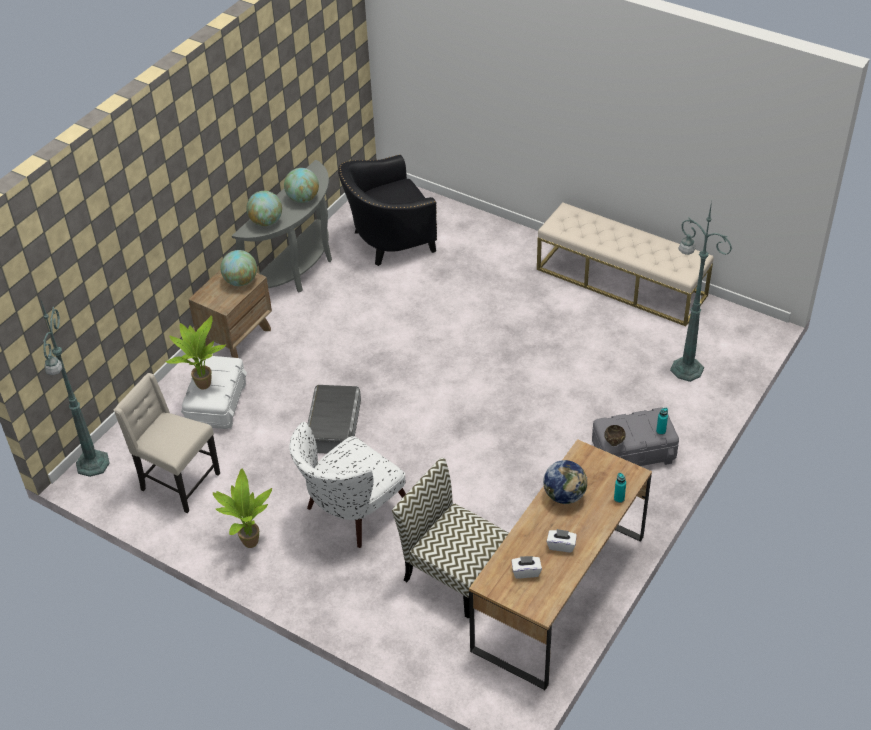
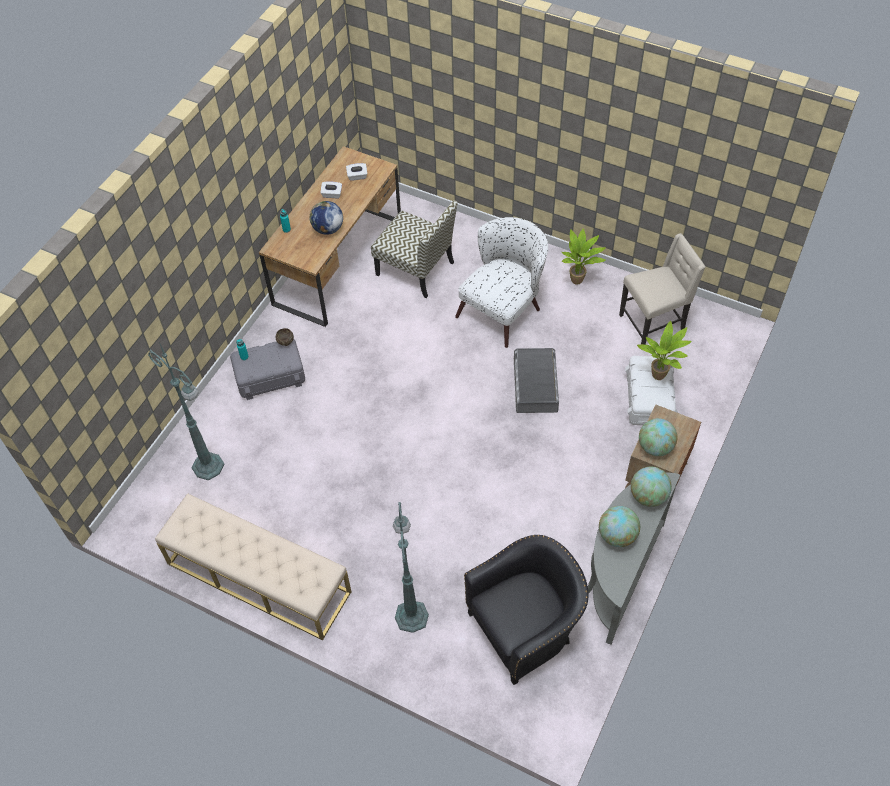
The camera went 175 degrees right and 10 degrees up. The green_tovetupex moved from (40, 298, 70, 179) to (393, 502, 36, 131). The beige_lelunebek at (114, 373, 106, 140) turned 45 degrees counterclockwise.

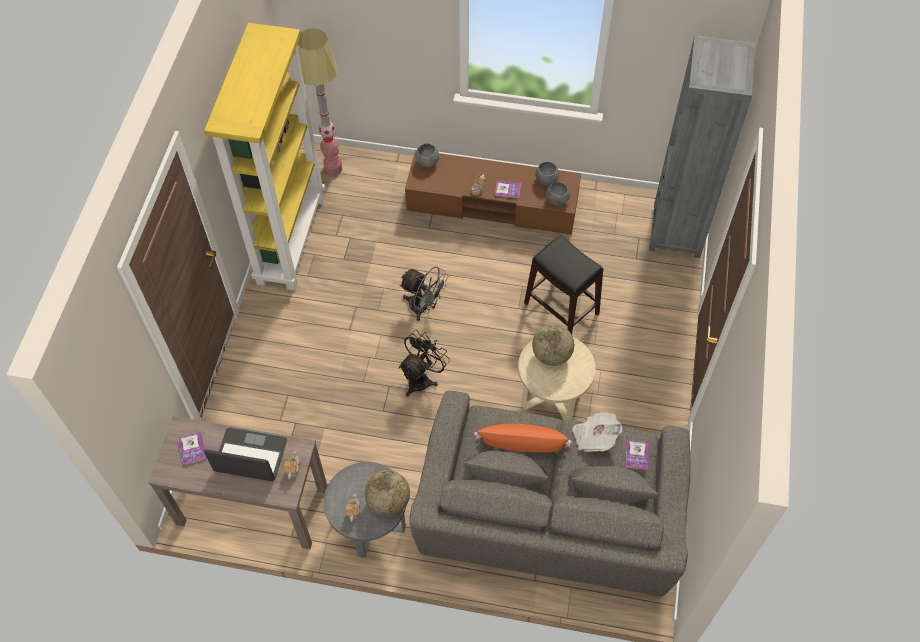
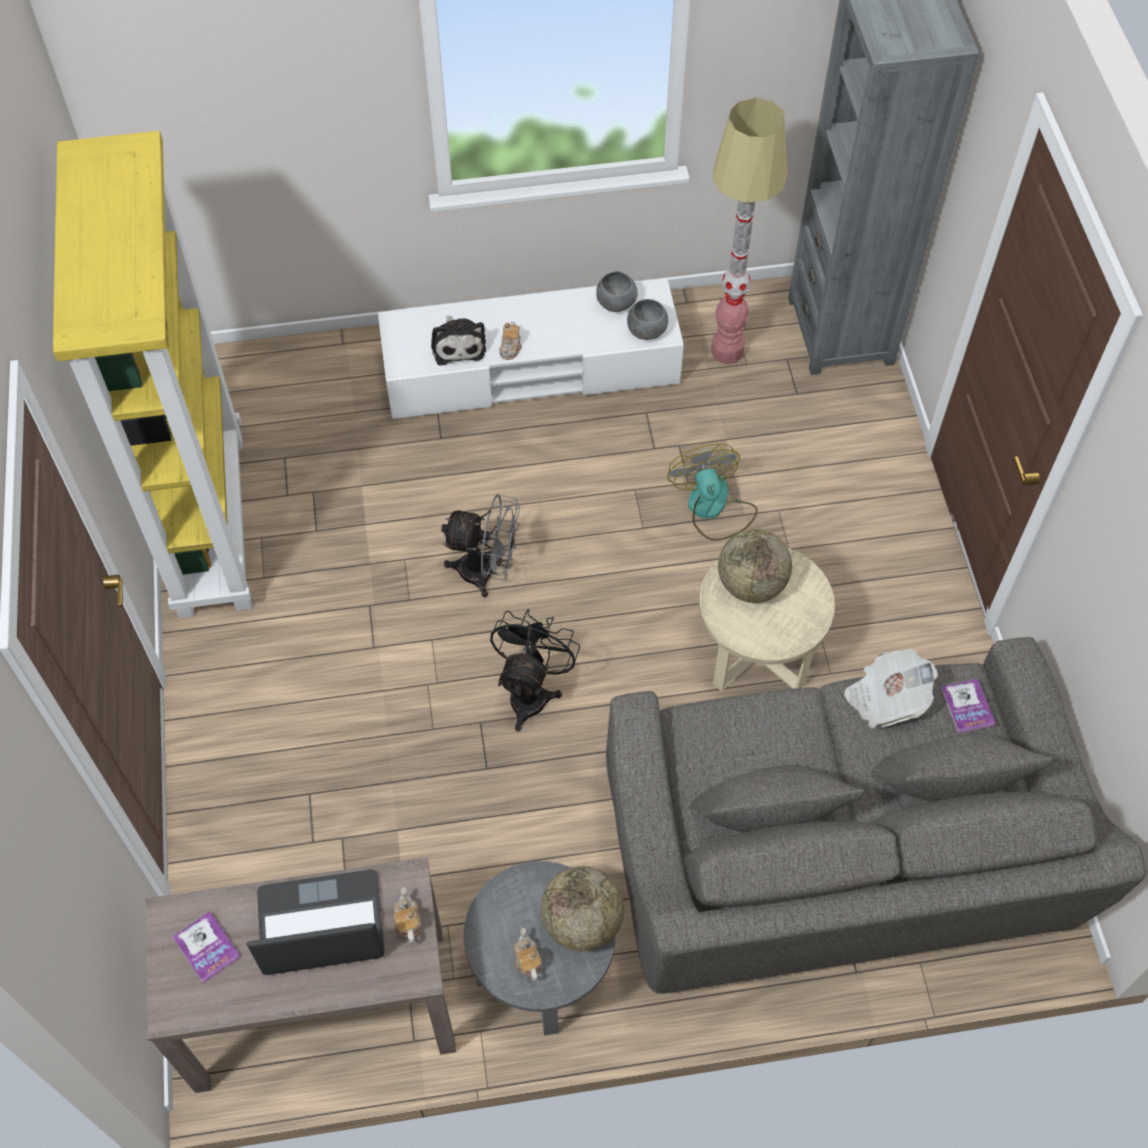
The camera went 20 degrees left and 0 degrees up. The tovetupex moved from (297, 29, 45, 147) to (711, 98, 77, 266). The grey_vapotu at (415, 143, 24, 24) disappeared. The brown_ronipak at (405, 150, 176, 85) became the white_ronipak at (378, 278, 306, 141). The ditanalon at (495, 180, 26, 18) disappeared. The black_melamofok at (524, 235, 79, 99) was replaced by the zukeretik at (667, 444, 91, 97). The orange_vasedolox at (474, 424, 98, 29) disappeared. The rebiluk at (431, 316, 55, 49) appeared.

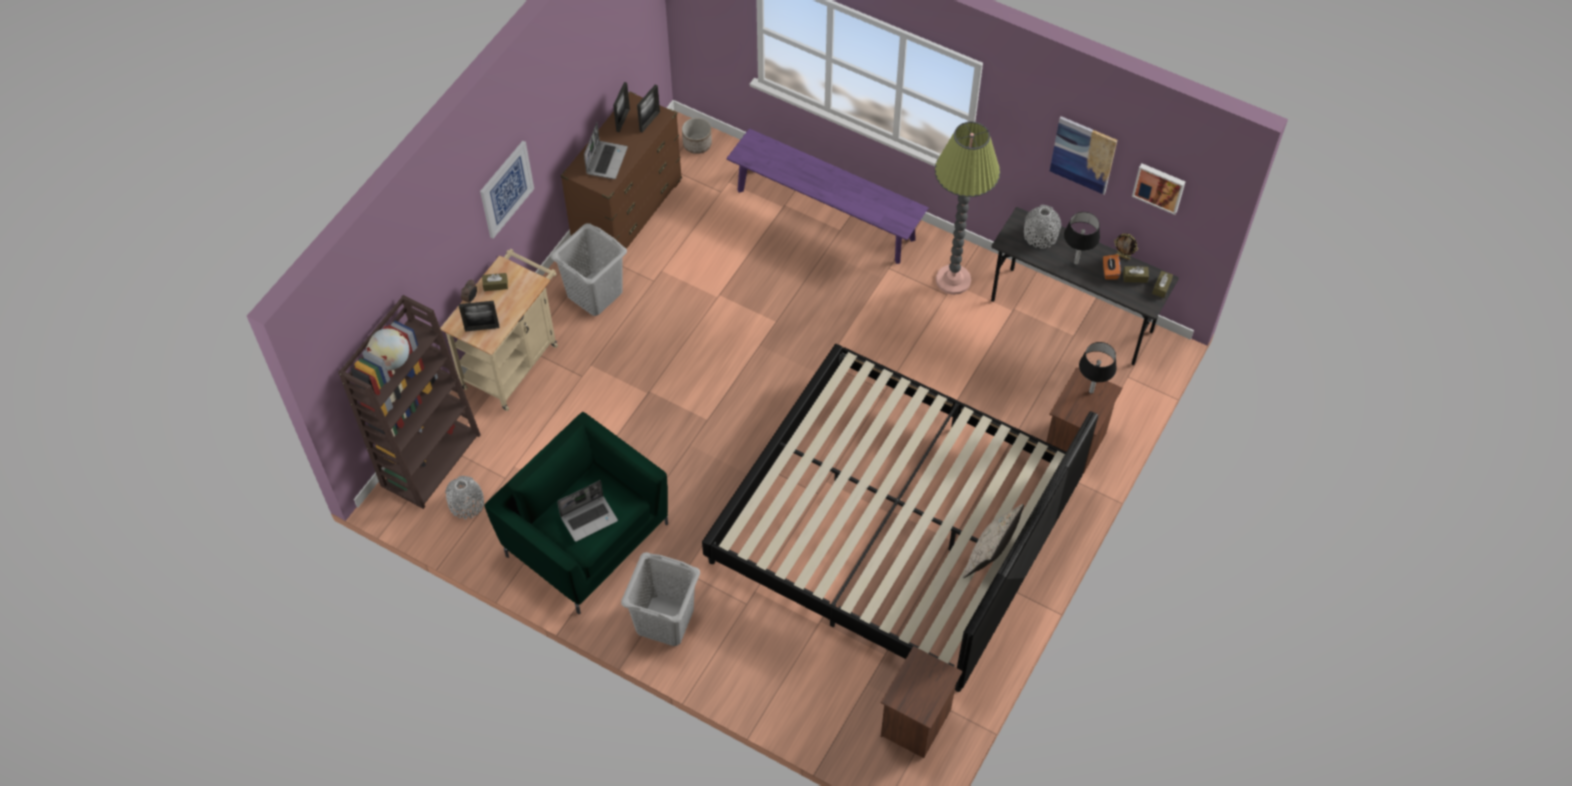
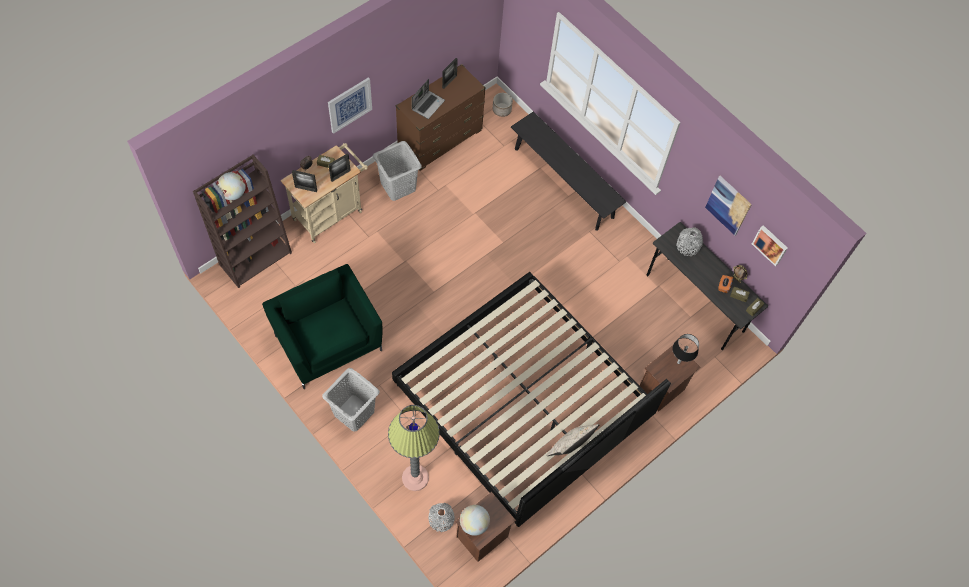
The camera went 15 degrees right and 5 degrees up. The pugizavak moved from (637, 84, 23, 49) to (328, 153, 23, 29). The tovetupex moved from (935, 122, 65, 173) to (388, 405, 52, 86). The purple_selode at (726, 128, 203, 136) became the black_selode at (511, 111, 115, 120). The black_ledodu at (1064, 212, 36, 53) disappeared. The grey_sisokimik moved from (445, 476, 39, 43) to (429, 503, 26, 29). The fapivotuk at (557, 480, 61, 62) disappeared. The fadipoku at (460, 505, 30, 31) appeared.

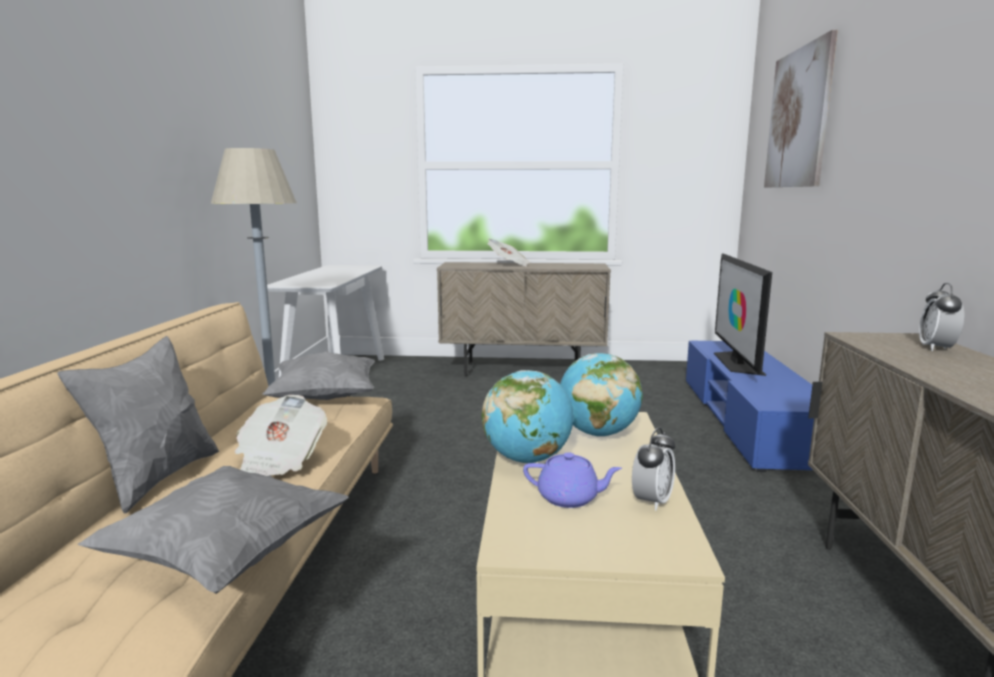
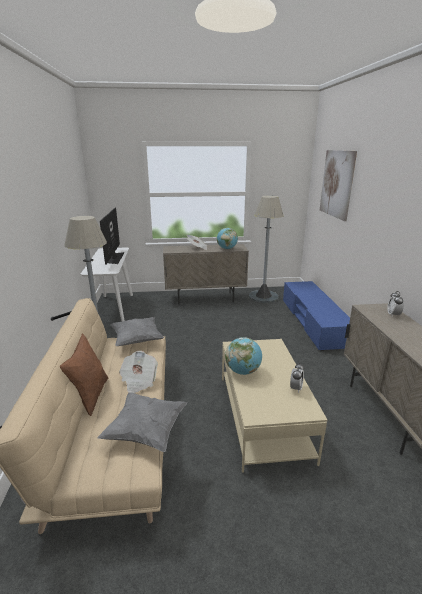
The camera went 10 degrees left and 10 degrees up. The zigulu moved from (714, 253, 58, 123) to (100, 207, 24, 58). The grey_vasedolox at (58, 336, 161, 177) became the brown_vasedolox at (60, 333, 49, 83). The fadipoku moved from (560, 353, 83, 84) to (217, 228, 21, 21). The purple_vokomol at (523, 452, 99, 56) disappeared. The grey_tovetupex at (249, 196, 34, 107) appeared.

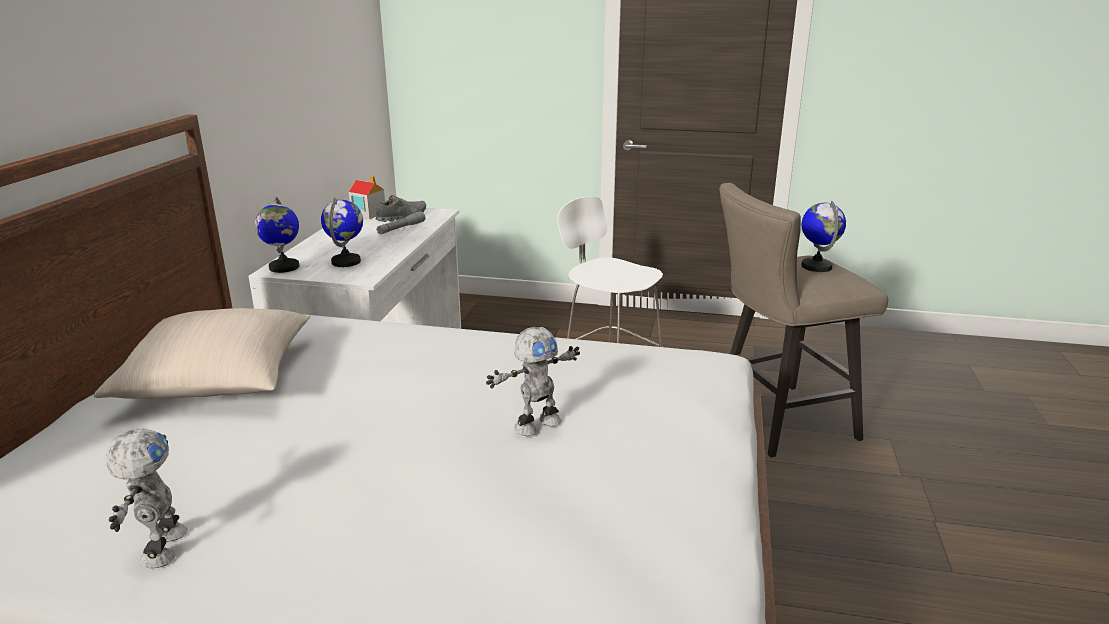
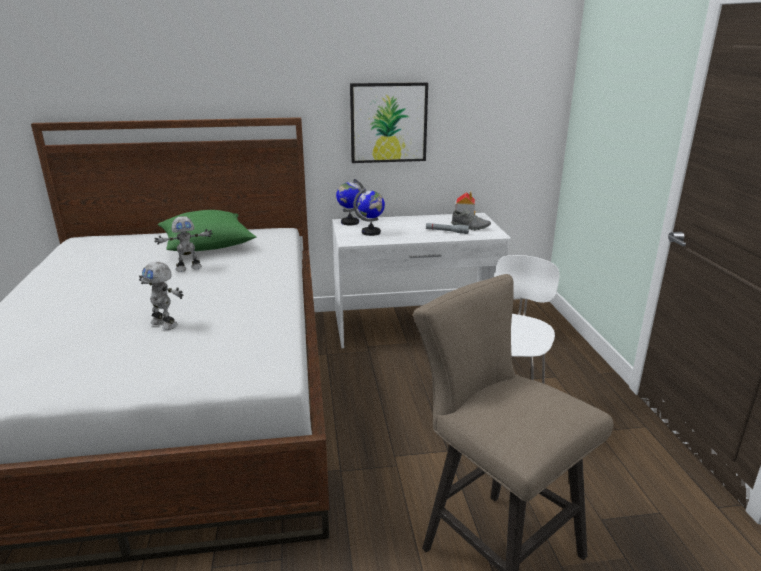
The camera went 70 degrees right and 0 degrees up. The fadipoku at (801, 201, 45, 71) disappeared. The beige_vasedolox at (94, 308, 217, 91) became the green_vasedolox at (158, 210, 98, 41). The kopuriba moved from (106, 428, 82, 140) to (154, 216, 59, 56). The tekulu at (350, 82, 78, 81) appeared.

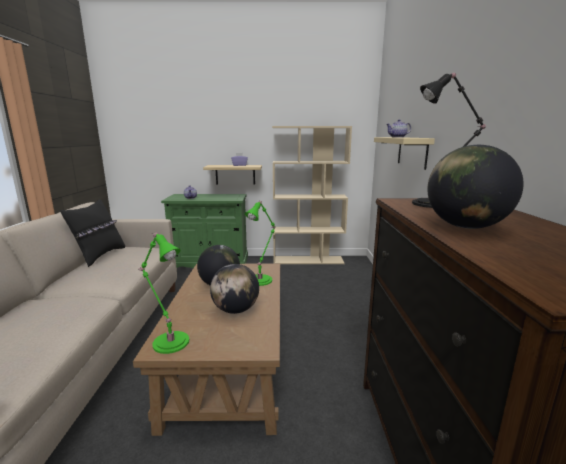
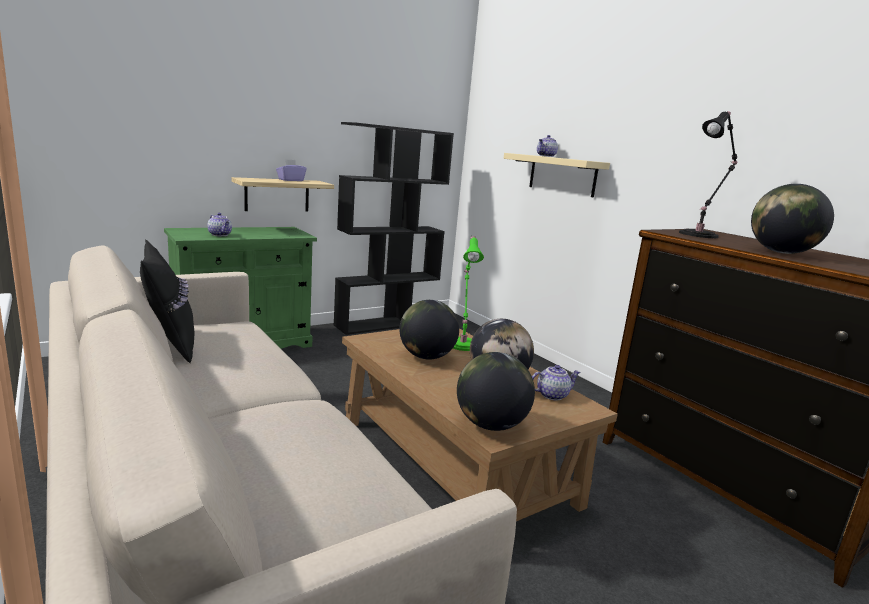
The camera went 35 degrees left and 0 degrees up. The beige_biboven at (272, 126, 80, 138) became the black_biboven at (334, 122, 120, 213). The green_ledodu at (139, 233, 50, 121) was replaced by the fadipoku at (457, 352, 78, 79). The vokomol at (532, 365, 49, 36) appeared.

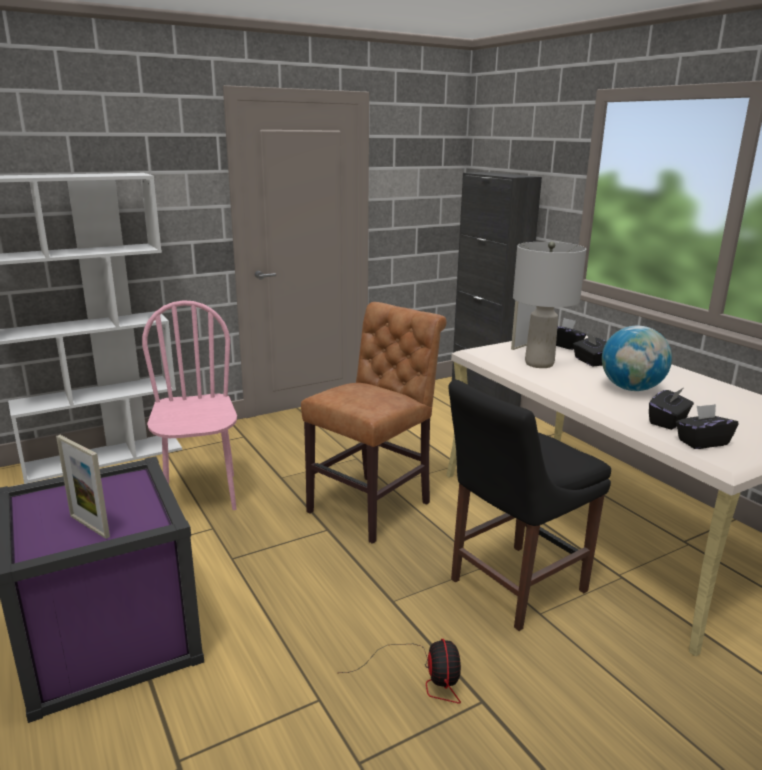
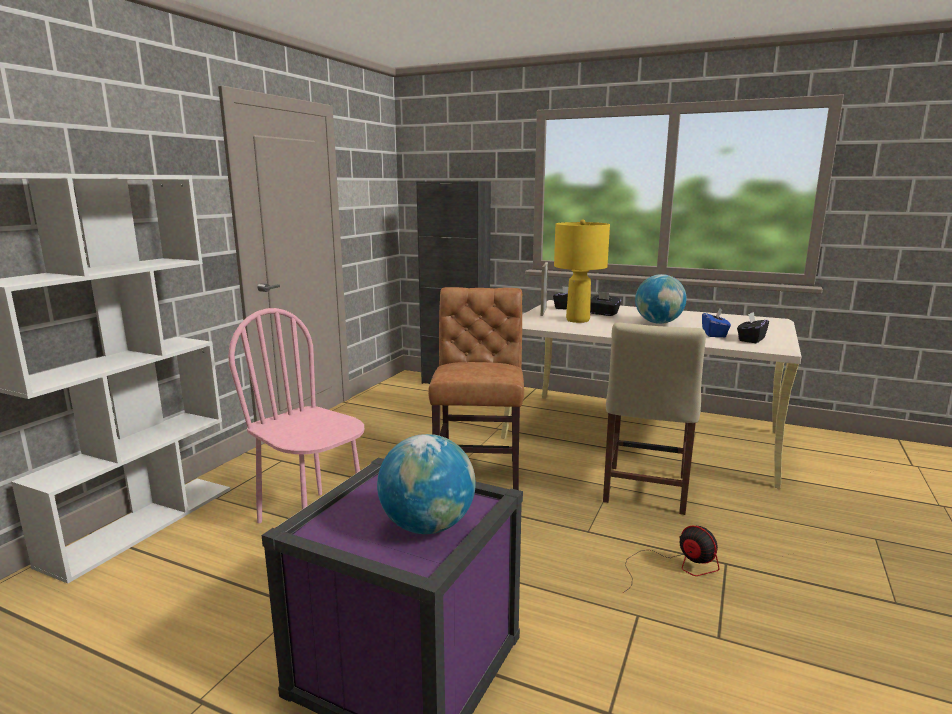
The camera went 35 degrees left and 5 degrees down. The grey_ledodu at (513, 241, 73, 127) became the yellow_ledodu at (554, 219, 56, 104). The black_lelunebek at (448, 380, 163, 251) became the beige_lelunebek at (603, 323, 103, 192). The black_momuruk at (649, 388, 45, 42) became the blue_momuruk at (702, 308, 29, 29). The pugizavak at (56, 435, 54, 104) was replaced by the fadipoku at (377, 434, 99, 100).

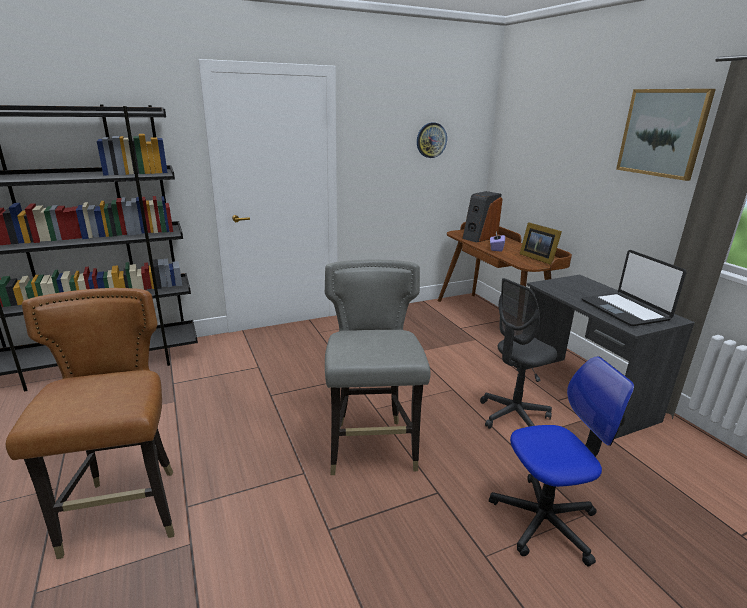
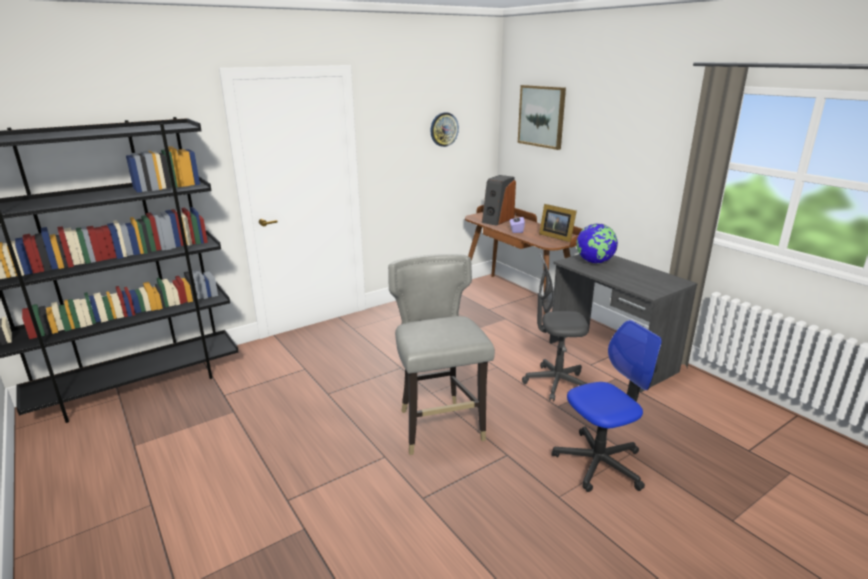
The camera went 10 degrees left and 0 degrees up. The tekulu moved from (616, 89, 100, 92) to (518, 85, 48, 65). The fapivotuk at (582, 250, 105, 76) disappeared. The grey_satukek at (480, 278, 77, 151) turned 45 degrees clockwise. The brown_lelunebek at (6, 288, 169, 271) disappeared. The fadipoku at (576, 224, 42, 39) appeared.

